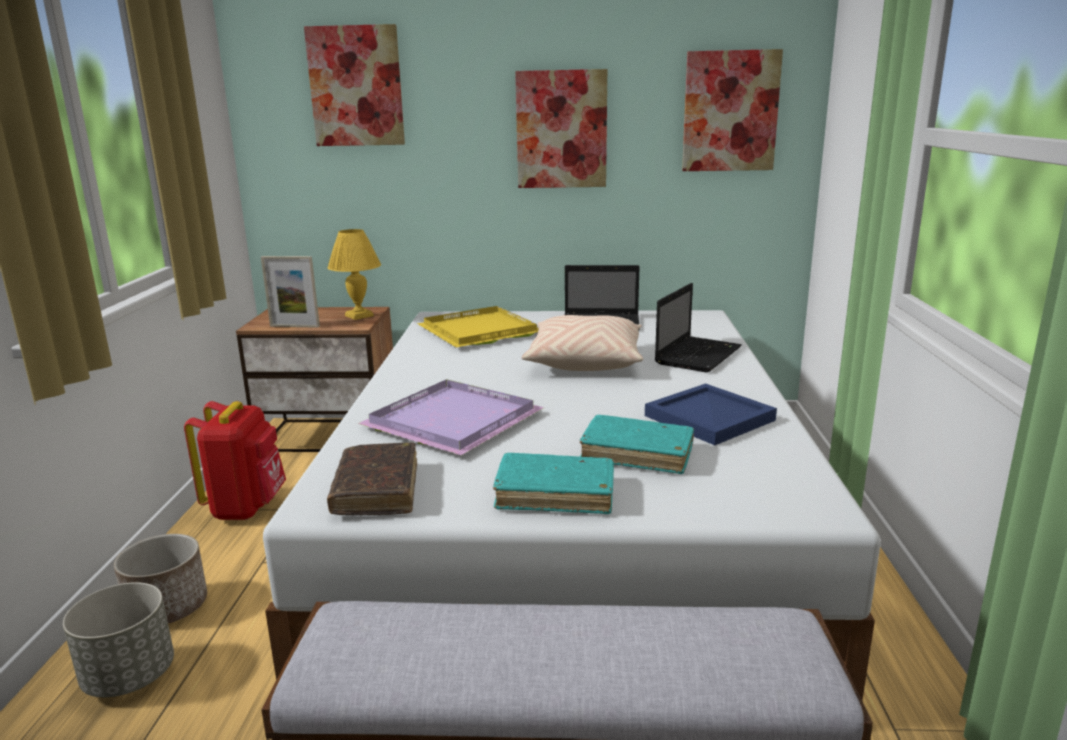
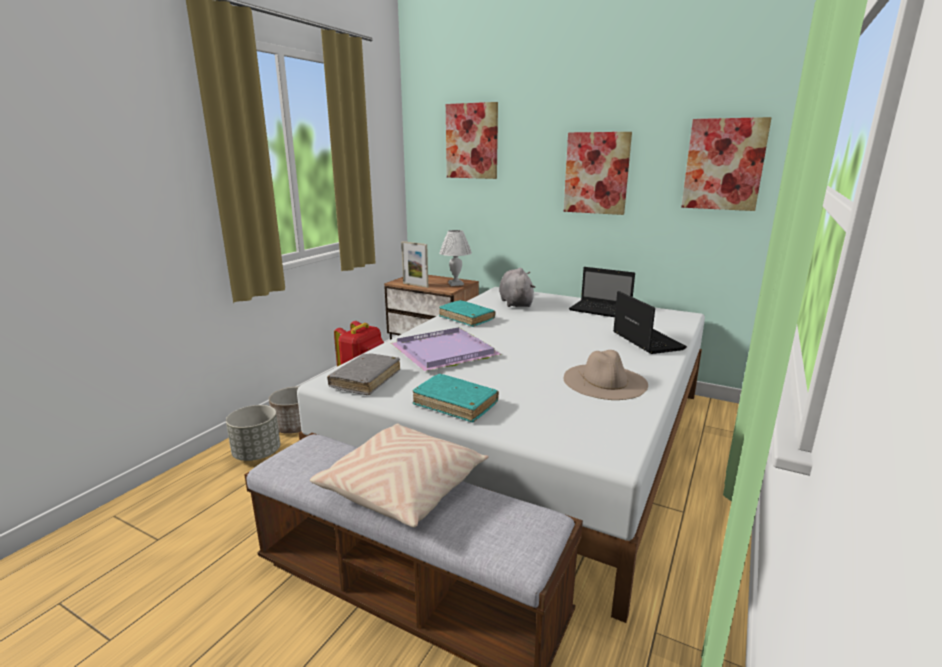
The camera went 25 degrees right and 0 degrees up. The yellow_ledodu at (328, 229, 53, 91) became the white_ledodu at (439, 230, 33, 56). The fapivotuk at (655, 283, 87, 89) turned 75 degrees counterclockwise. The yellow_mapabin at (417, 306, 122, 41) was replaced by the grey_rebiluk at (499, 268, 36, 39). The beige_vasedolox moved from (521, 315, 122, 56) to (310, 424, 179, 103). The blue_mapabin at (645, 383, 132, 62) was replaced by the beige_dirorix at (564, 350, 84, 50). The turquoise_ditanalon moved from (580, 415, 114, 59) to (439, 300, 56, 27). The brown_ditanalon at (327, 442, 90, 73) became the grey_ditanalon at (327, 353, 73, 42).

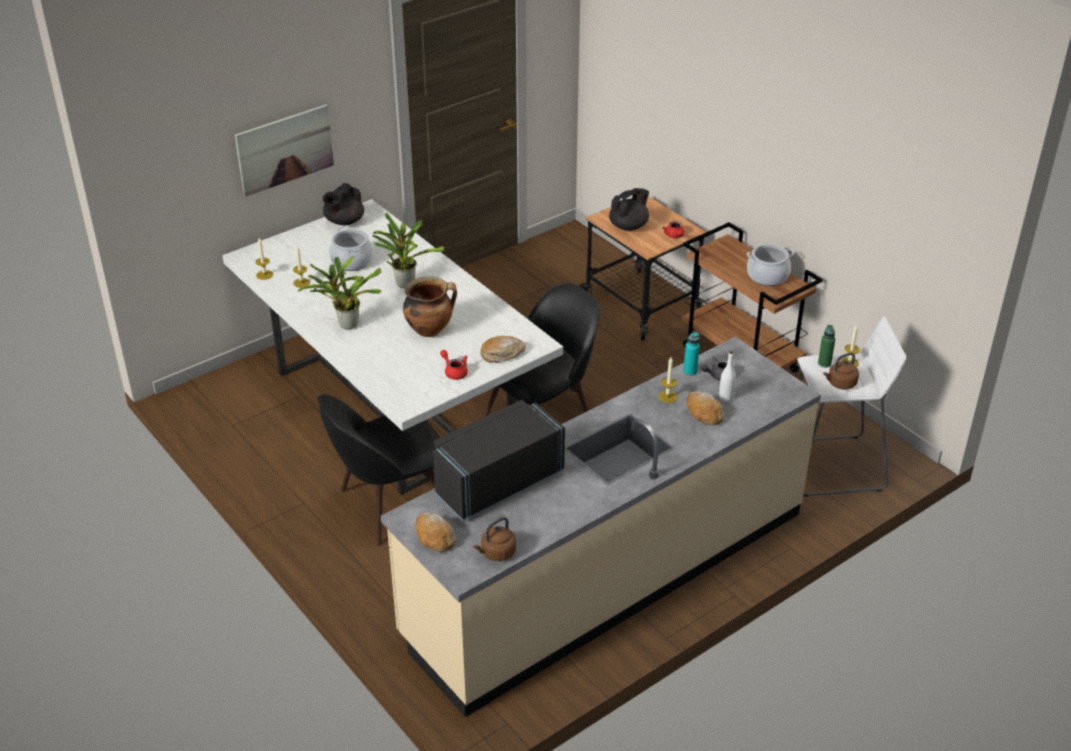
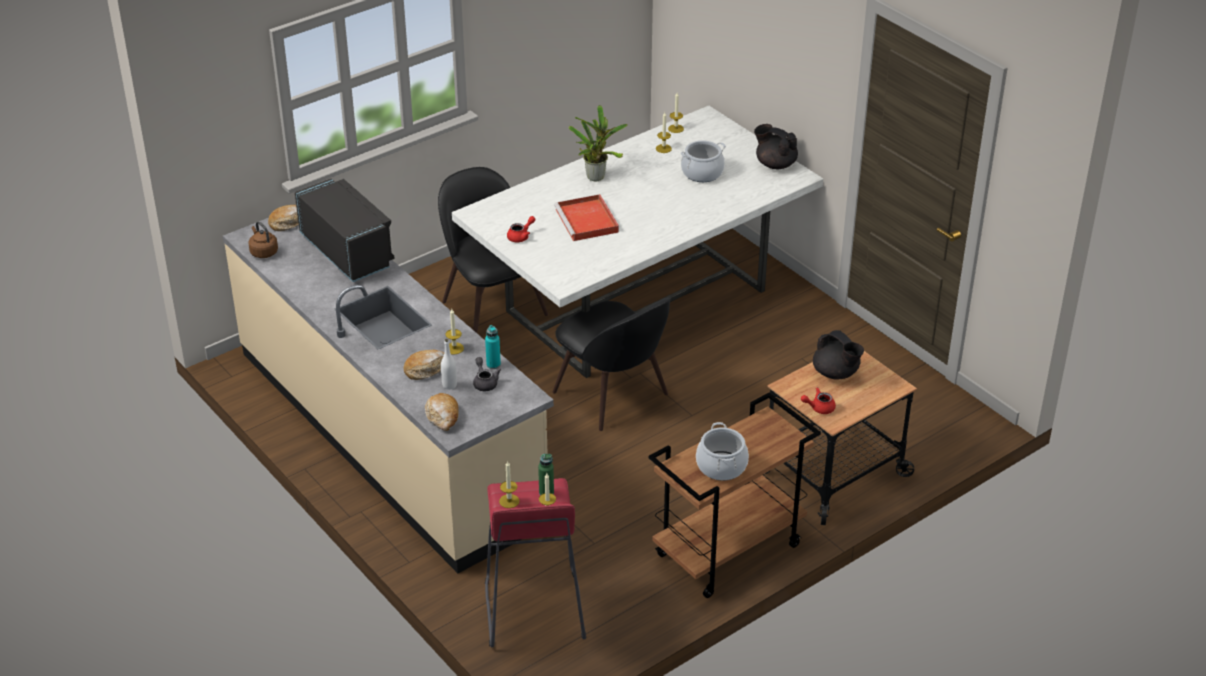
The camera went 90 degrees right and 0 degrees up. The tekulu at (235, 104, 99, 93) disappeared. The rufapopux at (372, 213, 72, 75) disappeared. The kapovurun at (403, 277, 54, 60) was replaced by the red_mapabin at (554, 194, 65, 47). The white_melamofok at (797, 317, 110, 180) became the red_melamofok at (485, 478, 101, 169). The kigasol moved from (480, 336, 46, 27) to (425, 393, 34, 38). The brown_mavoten at (823, 353, 36, 36) was replaced by the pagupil at (499, 461, 21, 47).

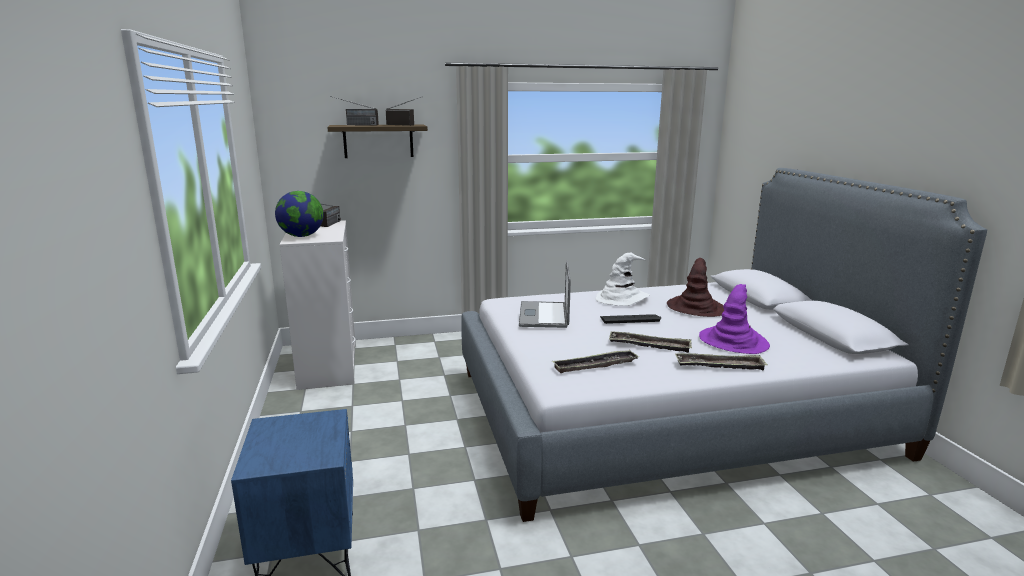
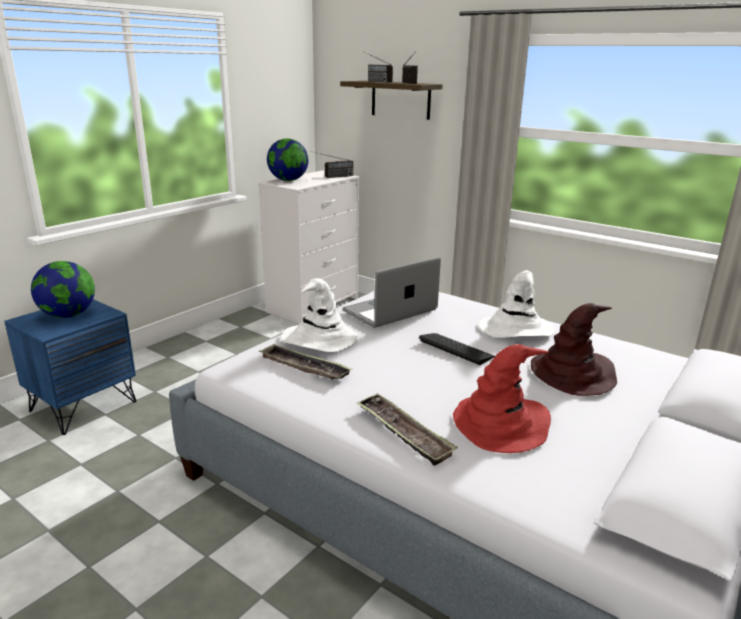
The camera went 50 degrees right and 5 degrees up. The purple_dirorix at (699, 284, 71, 70) became the red_dirorix at (453, 344, 98, 109). The mapabin at (609, 331, 83, 22) disappeared. The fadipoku at (31, 261, 64, 57) appeared. The white_dirorix at (281, 278, 77, 74) appeared.

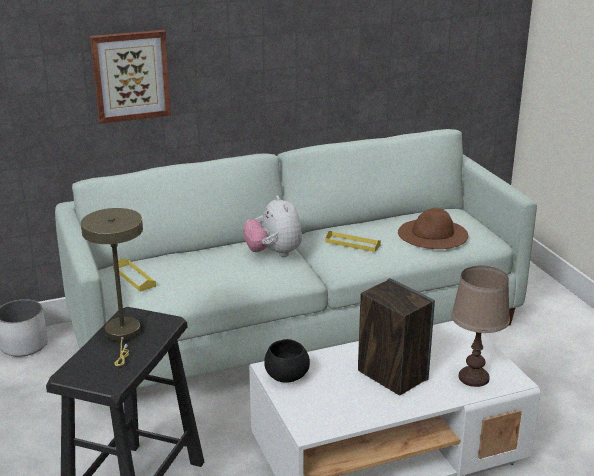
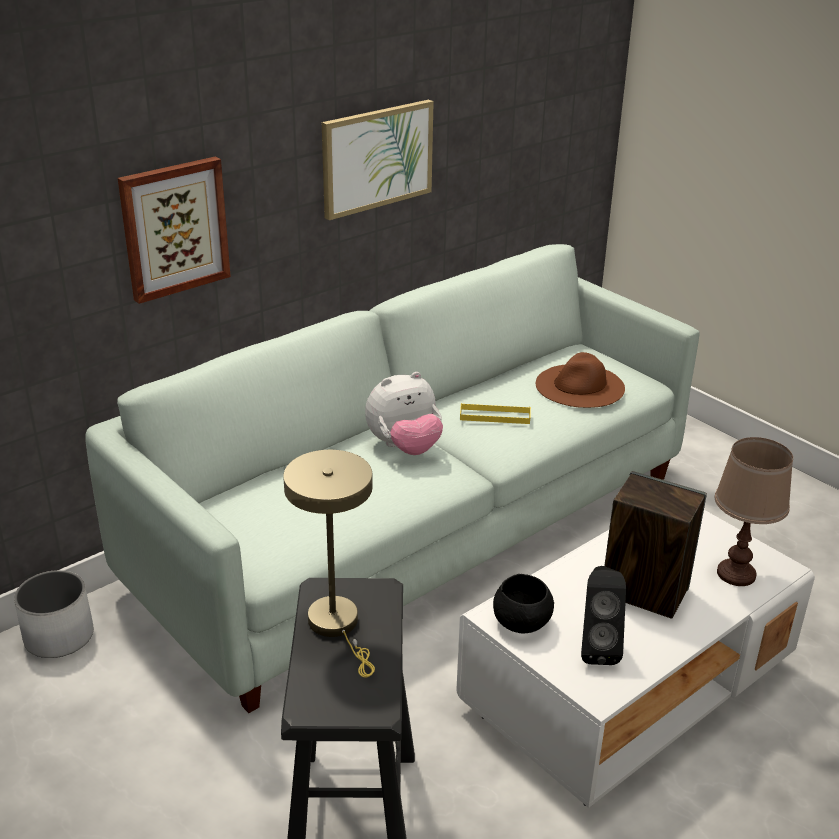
The camera went 20 degrees left and 5 degrees up. The rebiluk at (243, 195, 59, 62) turned 75 degrees counterclockwise. The yellow_mapabin at (113, 258, 43, 34) disappeared. The tekulu at (322, 100, 112, 120) appeared. The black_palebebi at (581, 566, 45, 99) appeared.

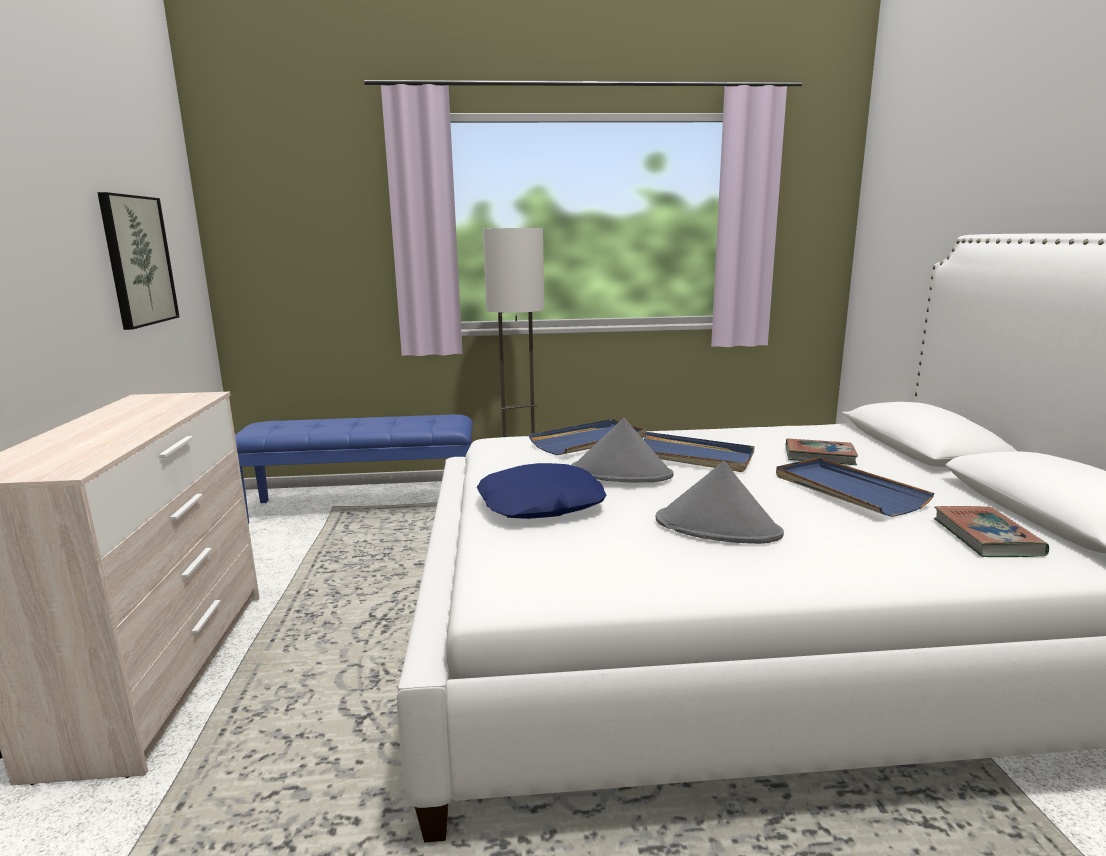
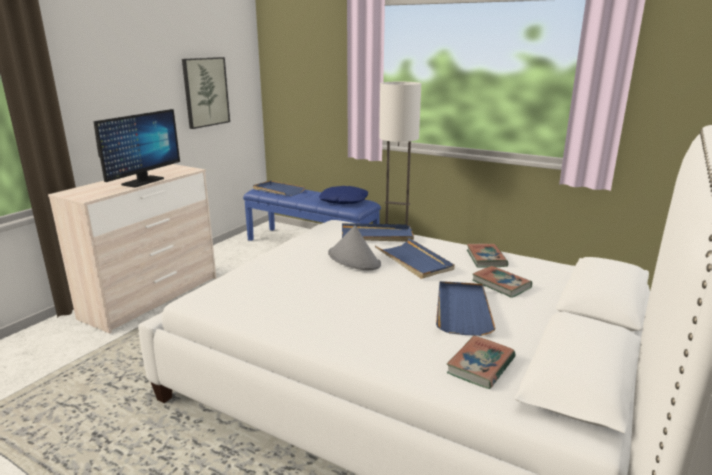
The camera went 35 degrees right and 5 degrees up. The grey_dirorix at (656, 461, 128, 83) disappeared. The blue_vasedolox moved from (477, 463, 129, 56) to (319, 186, 49, 18). The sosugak at (94, 109, 86, 79) appeared. The blue_mapabin at (253, 181, 52, 15) appeared. The ditanalon at (467, 244, 41, 24) appeared.

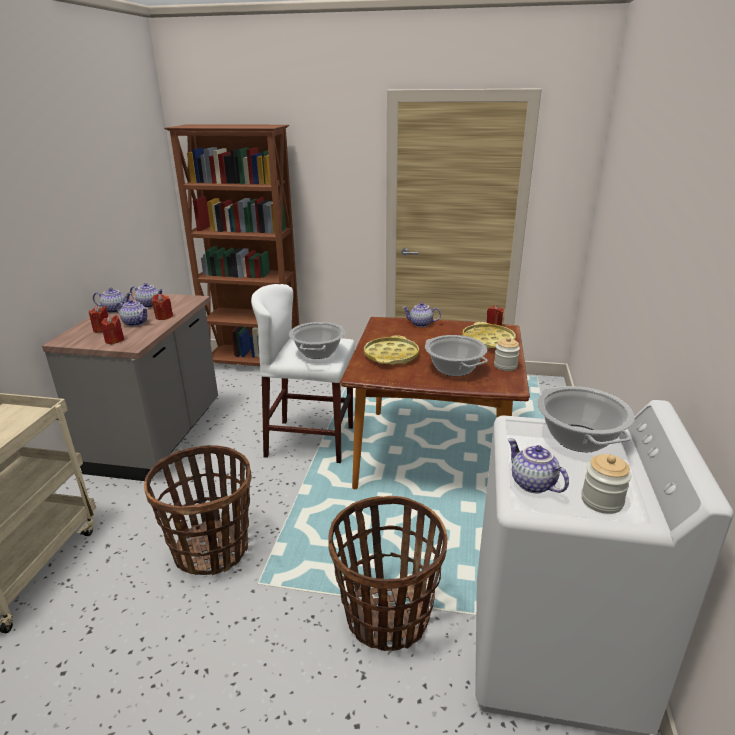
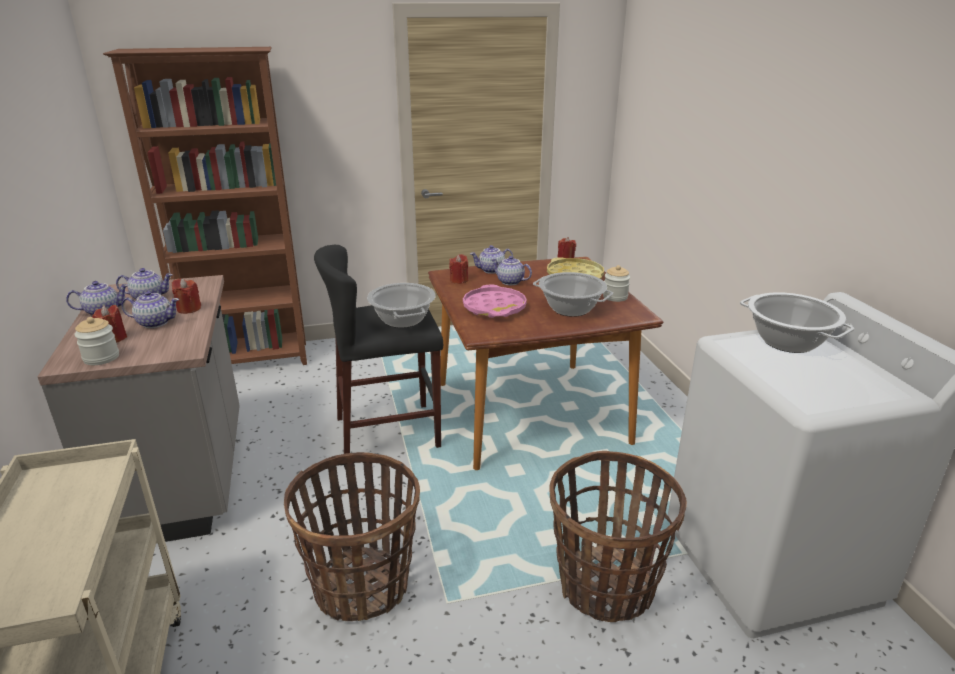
The camera went 25 degrees left and 0 degrees up. The white_melamofok at (251, 284, 104, 179) became the black_melamofok at (314, 244, 129, 210). The red_pagupil moved from (101, 315, 24, 29) to (449, 254, 19, 30). The yellow_mapabin at (364, 335, 55, 30) became the pink_mapabin at (463, 285, 64, 33). The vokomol moved from (508, 439, 61, 54) to (491, 256, 41, 29). The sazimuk moved from (581, 454, 50, 60) to (74, 317, 45, 48).

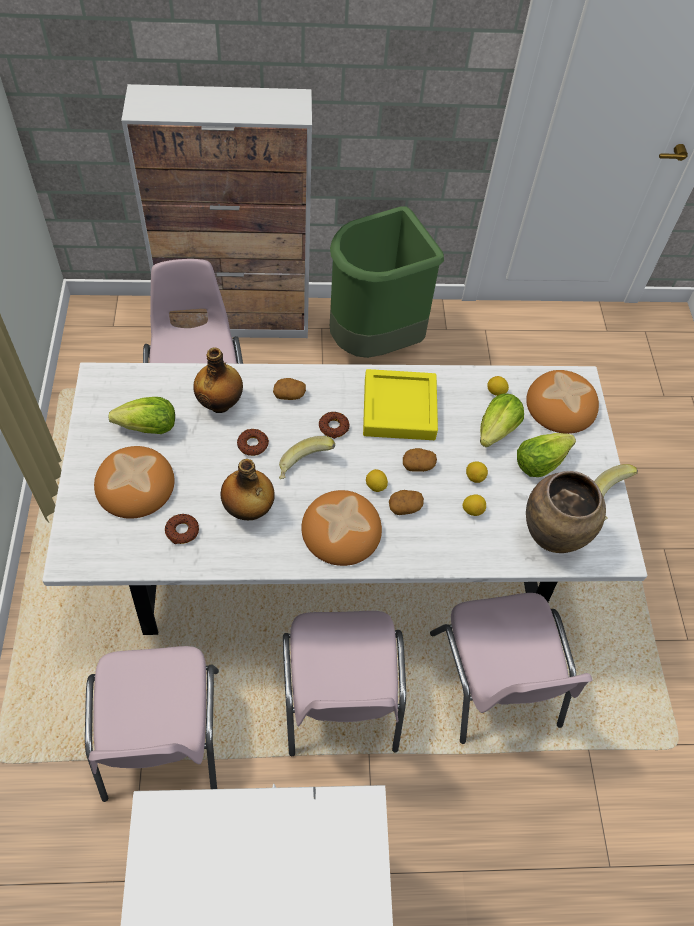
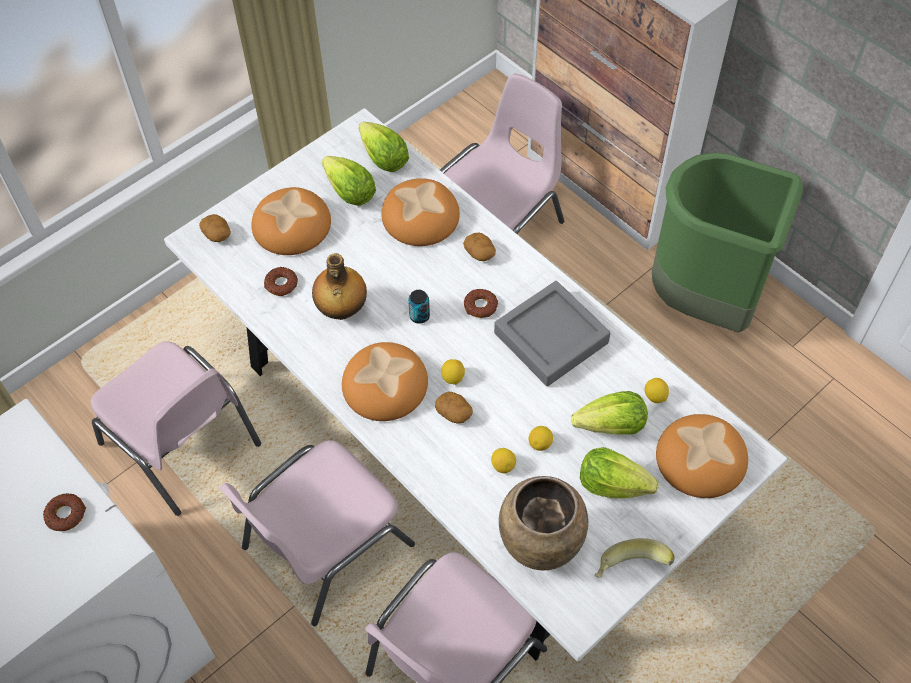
The camera went 55 degrees right and 0 degrees up. The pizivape at (193, 347, 50, 66) was replaced by the kigasol at (381, 178, 79, 68). The yellow_mapabin at (363, 369, 75, 71) became the grey_mapabin at (494, 281, 116, 105). The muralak moved from (237, 429, 32, 27) to (43, 493, 43, 38). The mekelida at (279, 436, 56, 43) was replaced by the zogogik at (408, 290, 22, 34). The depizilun moved from (403, 448, 34, 24) to (199, 214, 32, 28). The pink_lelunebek at (85, 646, 134, 156) turned 90 degrees counterclockwise. The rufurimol at (358, 122, 51, 50) appeared.

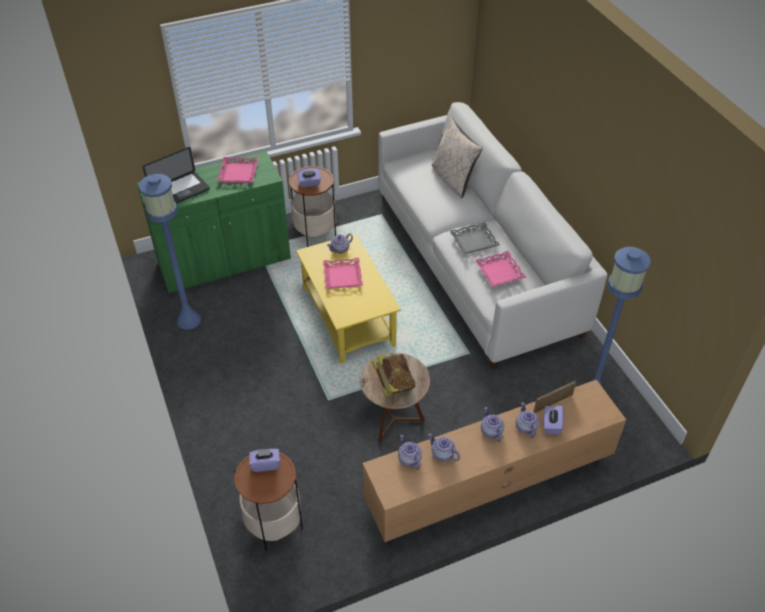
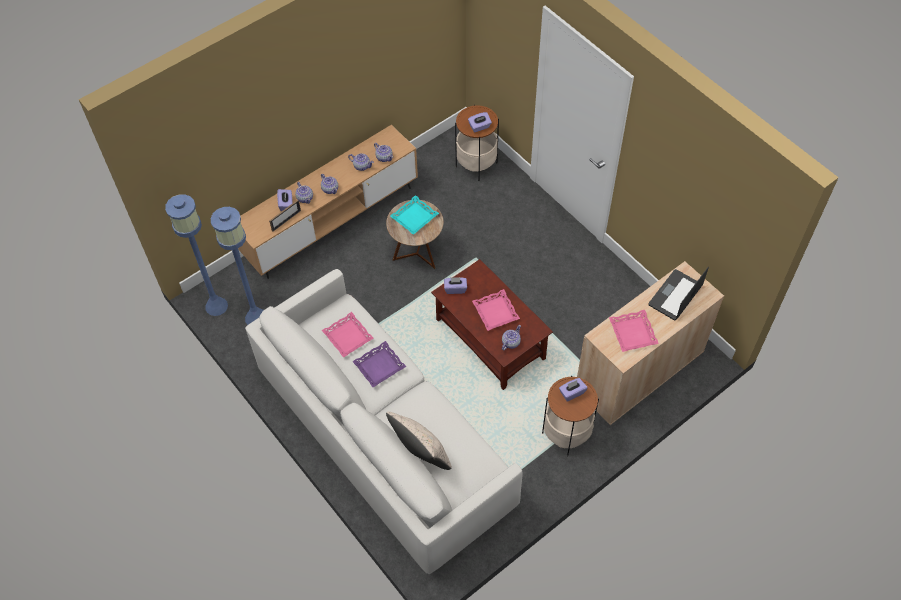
The camera went 165 degrees right and 10 degrees up. The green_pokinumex at (137, 151, 154, 142) became the beige_pokinumex at (577, 261, 147, 164). The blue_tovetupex moved from (138, 174, 63, 156) to (165, 194, 63, 122). The grey_mapabin at (450, 222, 50, 32) became the purple_mapabin at (352, 341, 54, 46). The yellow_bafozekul at (296, 234, 105, 130) became the brown_bafozekul at (431, 259, 122, 131). The ditanalon at (372, 354, 44, 43) was replaced by the turquoise_mapabin at (390, 195, 49, 40). The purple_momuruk at (444, 277, 23, 17) appeared.

